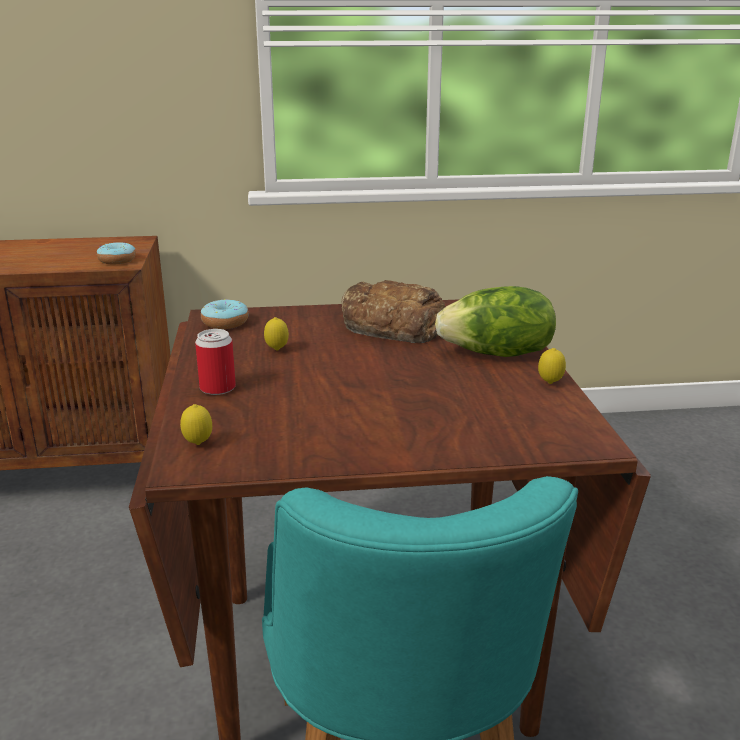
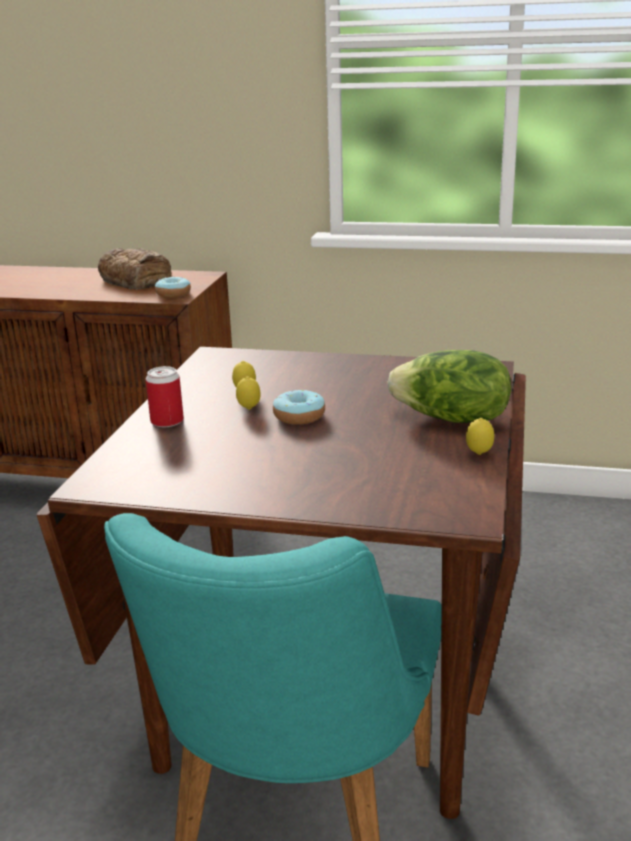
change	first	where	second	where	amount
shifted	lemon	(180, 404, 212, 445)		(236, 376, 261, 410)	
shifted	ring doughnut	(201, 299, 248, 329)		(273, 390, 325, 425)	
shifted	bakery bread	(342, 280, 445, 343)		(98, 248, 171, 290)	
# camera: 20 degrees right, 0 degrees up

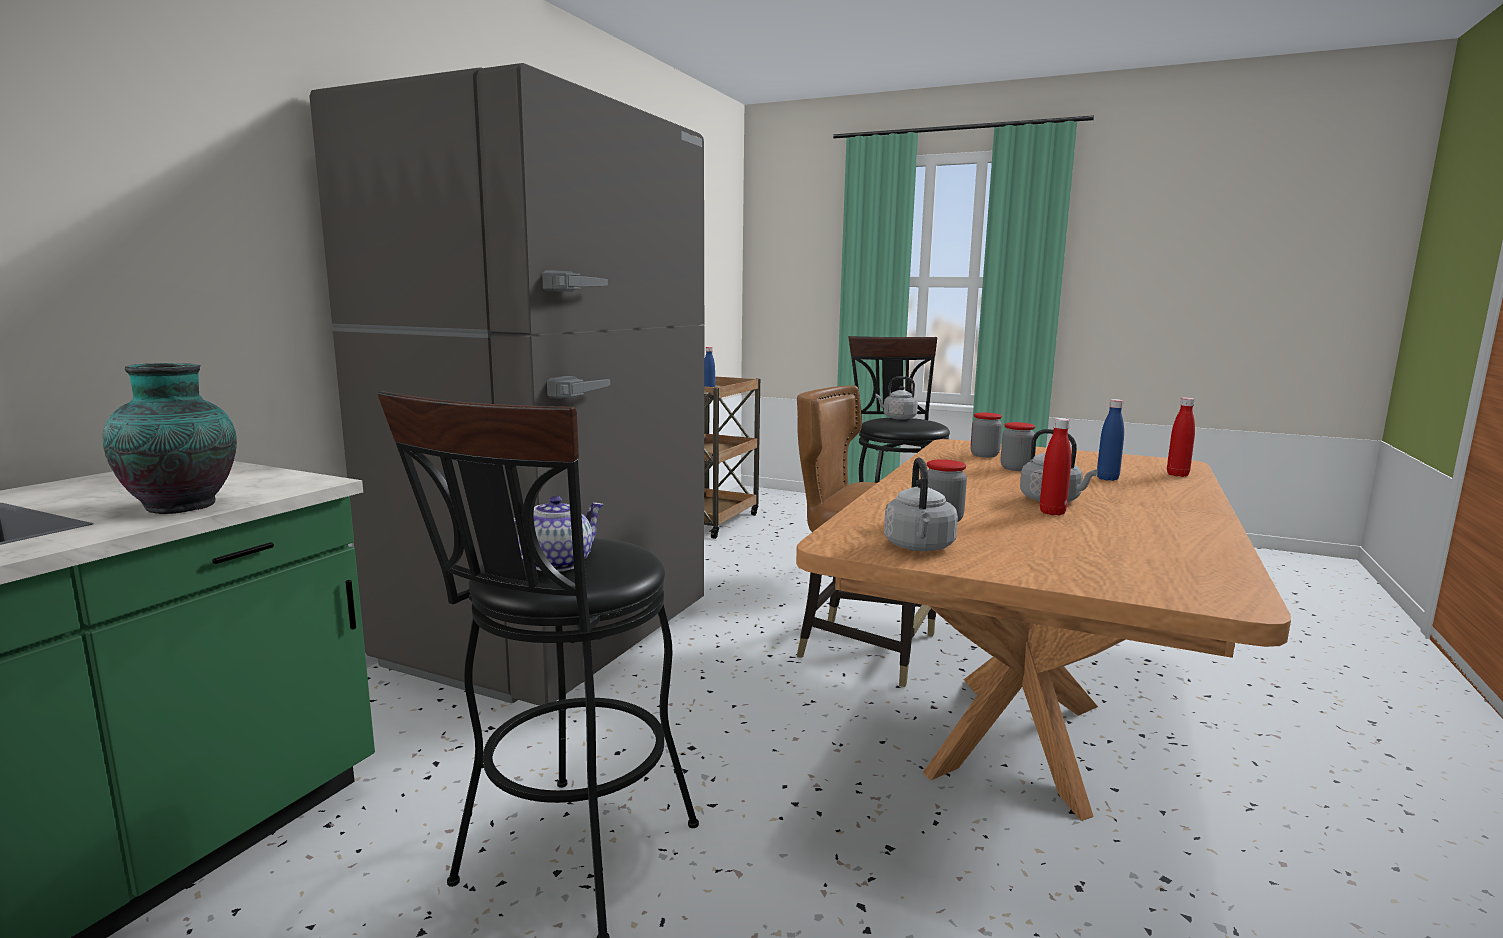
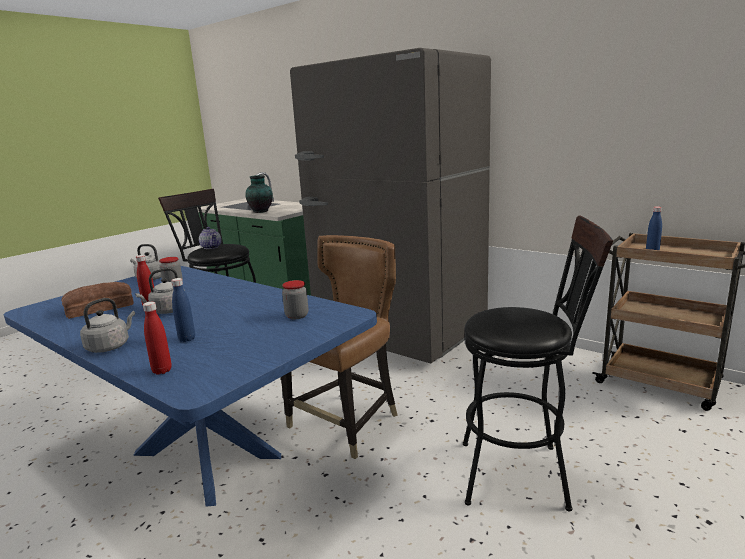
change	first	where	second	where	amount
repainted	brown-coloured dining table	(796, 439, 1291, 821)	blue dining table	(4, 266, 377, 507)	
shifted	greyish kettle	(875, 377, 918, 420)		(80, 298, 135, 353)	
gone	jar	(1001, 422, 1035, 471)			
new			bakery bread	(62, 282, 134, 319)	
# camera: 105 degrees right, 5 degrees up

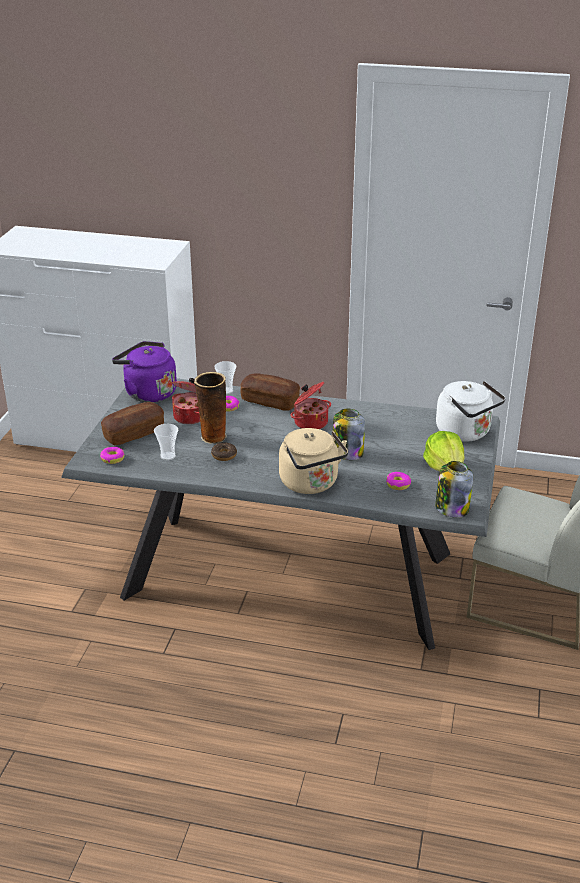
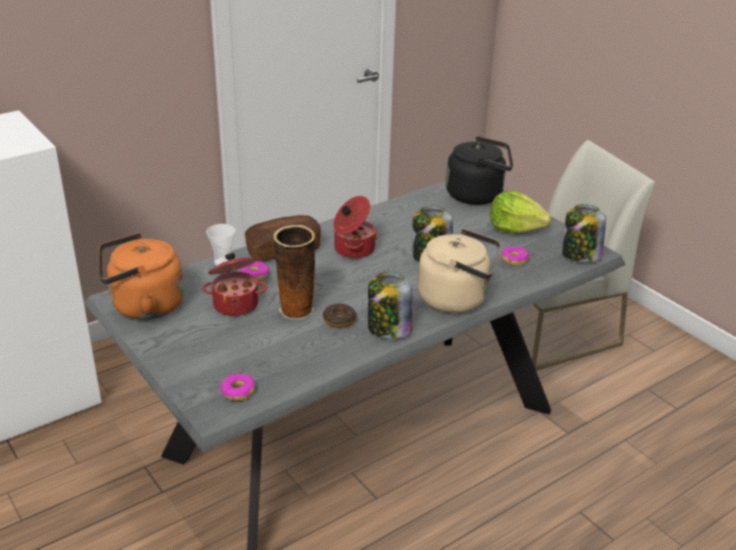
change	first	where	second	where	amount
gone	bakery bread	(101, 402, 164, 445)			
repainted	purple-coloured kettle	(112, 341, 177, 402)	orangey kettle	(99, 233, 184, 320)	
gone	cup	(154, 424, 178, 460)			
repainted	white kettle	(436, 381, 506, 442)	black kettle	(446, 136, 513, 205)	
new			jar	(368, 272, 413, 339)	
# camera: 50 degrees left, 0 degrees up

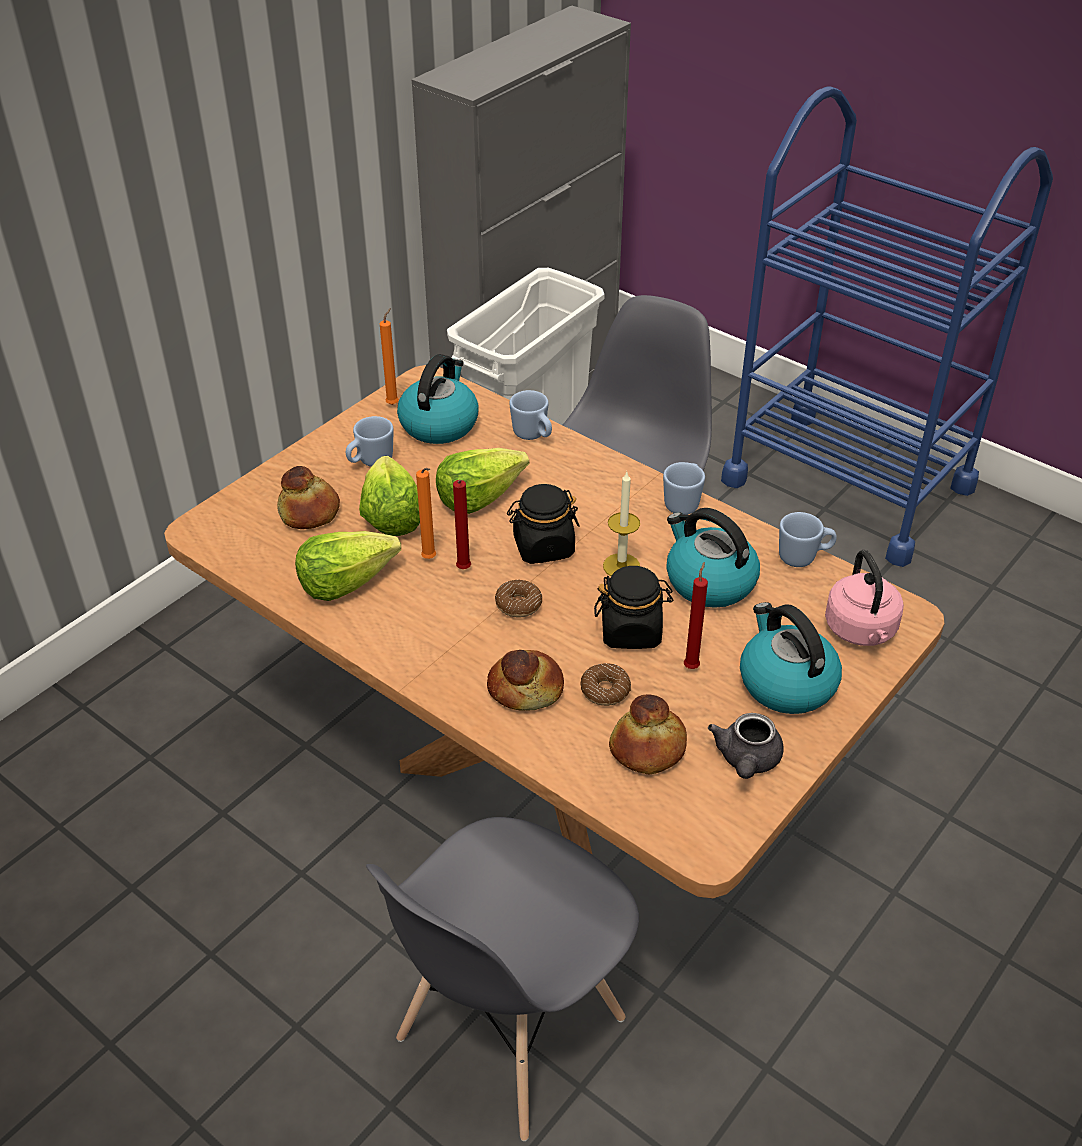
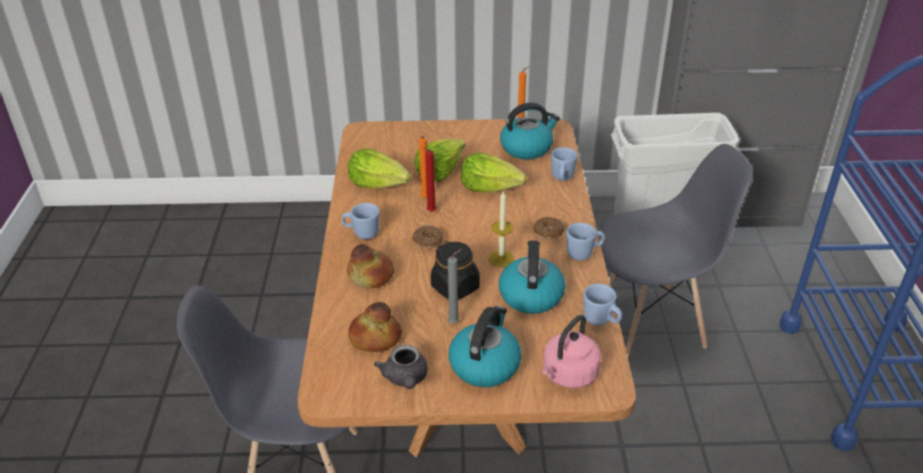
change	first	where	second	where	amount
gone	bakery bread	(277, 466, 340, 529)			
shifted	blue coffee mug	(346, 416, 394, 467)		(341, 203, 380, 240)	
gone	black jar	(507, 484, 580, 564)			
shifted	ring doughnut	(580, 663, 631, 706)		(534, 217, 564, 240)	
repainted	reddish candle	(684, 562, 708, 669)	greyish candle	(448, 249, 462, 323)	
rotated	greyish tea pot	(708, 713, 784, 779)		(374, 345, 428, 389)	75 degrees counterclockwise
# camera: 50 degrees right, 5 degrees down

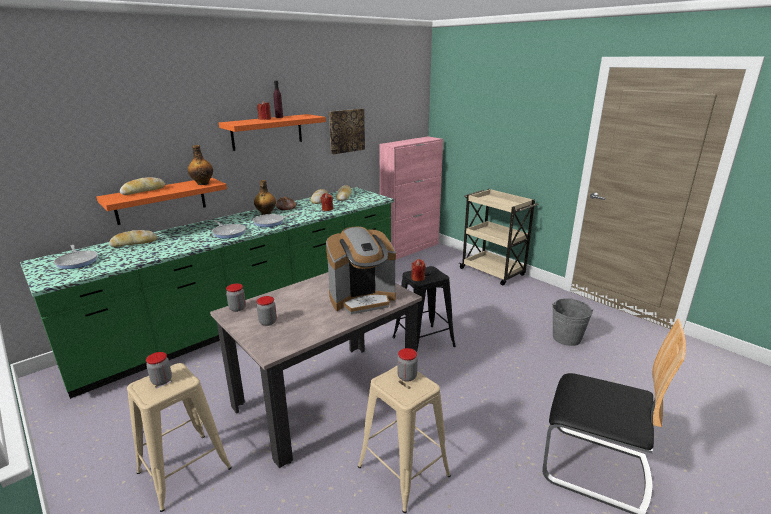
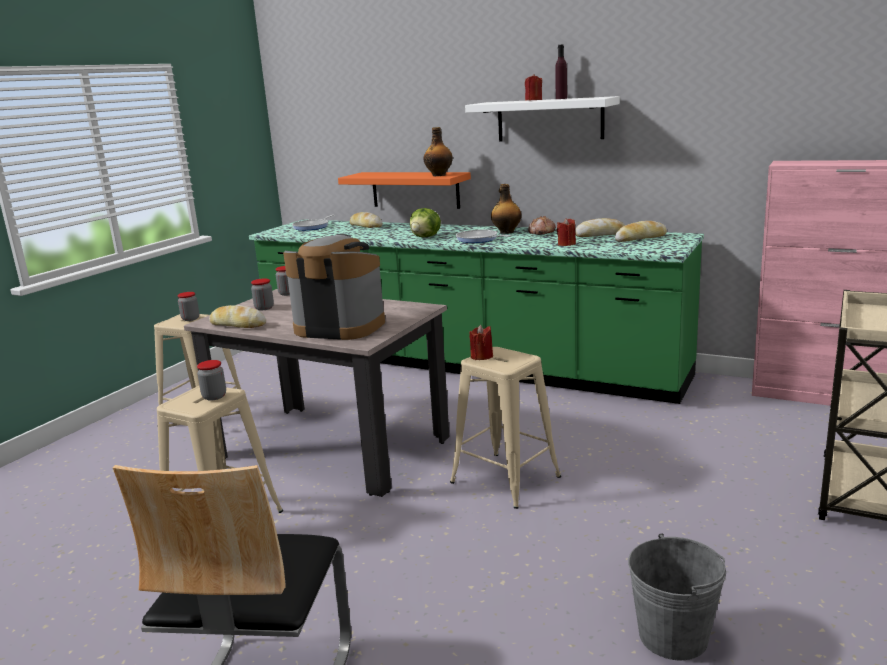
change	first	where	second	where	amount
shifted	bakery bread	(120, 177, 165, 195)		(209, 305, 266, 328)	
swapped	frying pan	(212, 220, 246, 238)	lettuce	(410, 208, 441, 237)	
repainted	orangey bracket shelf	(219, 114, 326, 151)	white bracket shelf	(465, 96, 620, 141)	
rotated	coffee machine	(326, 227, 396, 314)		(283, 234, 385, 340)	150 degrees clockwise
gone	wall art	(329, 109, 365, 155)			
repainted	black stool	(392, 266, 456, 352)	beige-coloured stool	(450, 347, 561, 509)	
# camera: 70 degrees right, 5 degrees down

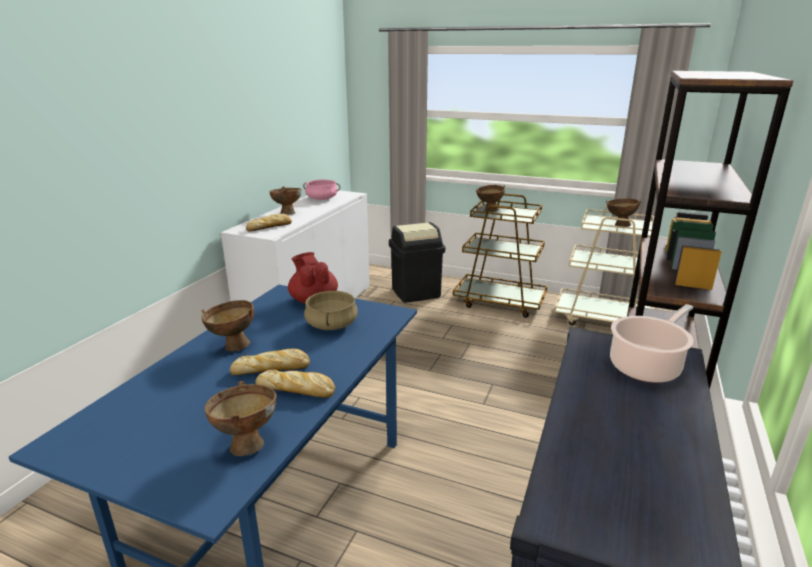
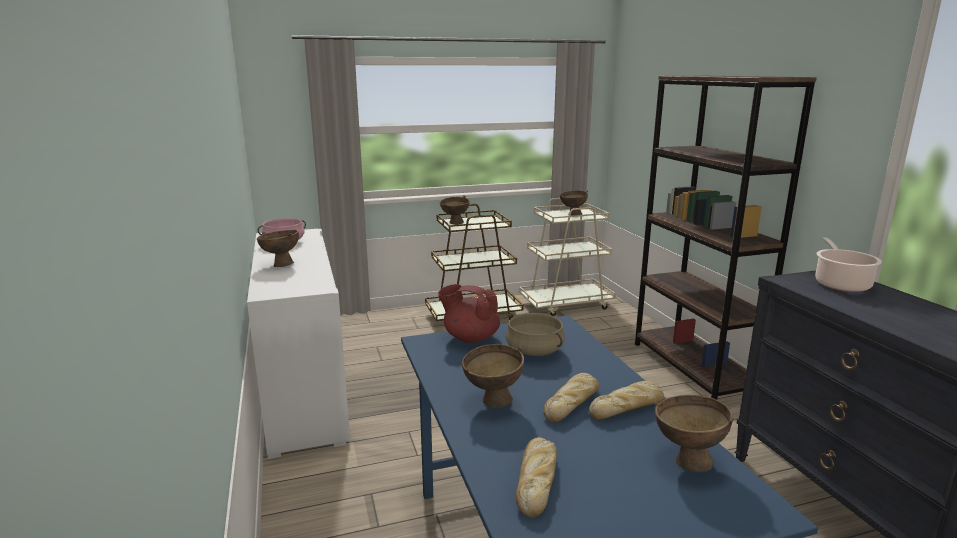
change	first	where	second	where	amount
shifted	bakery bread	(246, 214, 292, 232)		(516, 437, 557, 517)	
gone	black rubbish bin	(389, 222, 445, 303)			
# camera: 40 degrees left, 5 degrees down

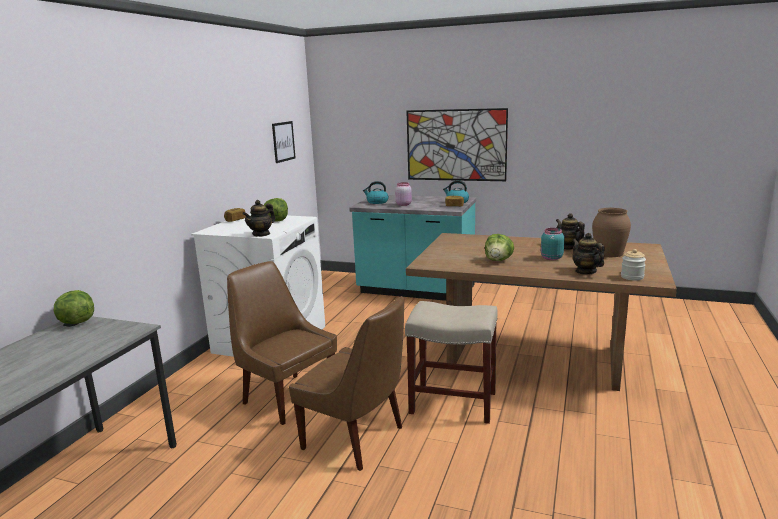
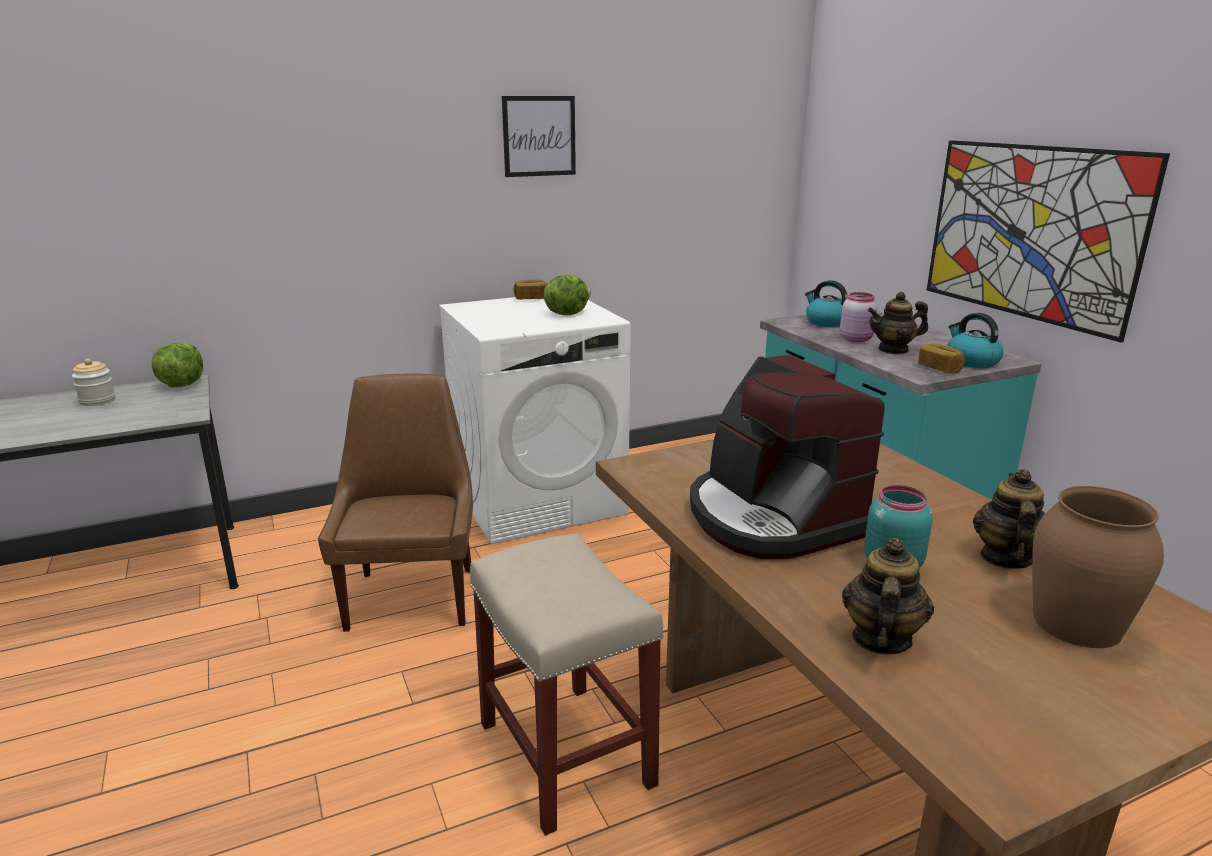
change	first	where	second	where	amount
shifted	tea pot	(243, 200, 275, 237)		(868, 292, 928, 354)	
shifted	wall art	(272, 121, 296, 163)		(502, 96, 576, 177)	
gone	brown-coloured chair	(289, 296, 404, 471)			
swapped	lettuce	(485, 234, 514, 261)	coffee machine	(690, 355, 885, 559)	
shifted	jar	(621, 249, 646, 281)		(72, 359, 116, 406)	
# camera: 45 degrees right, 5 degrees up

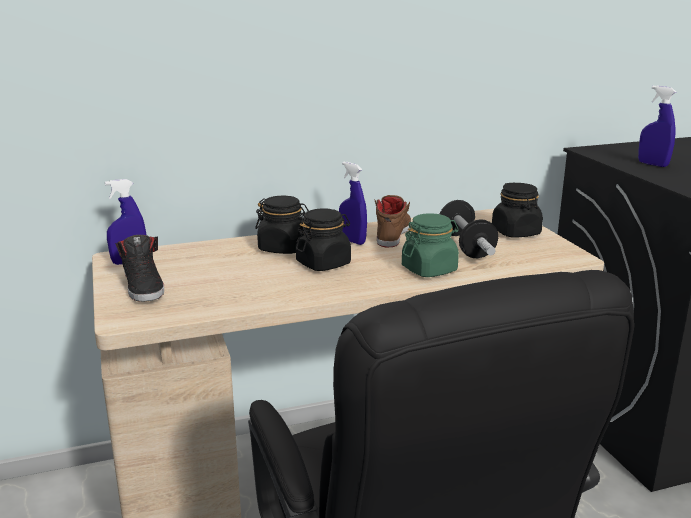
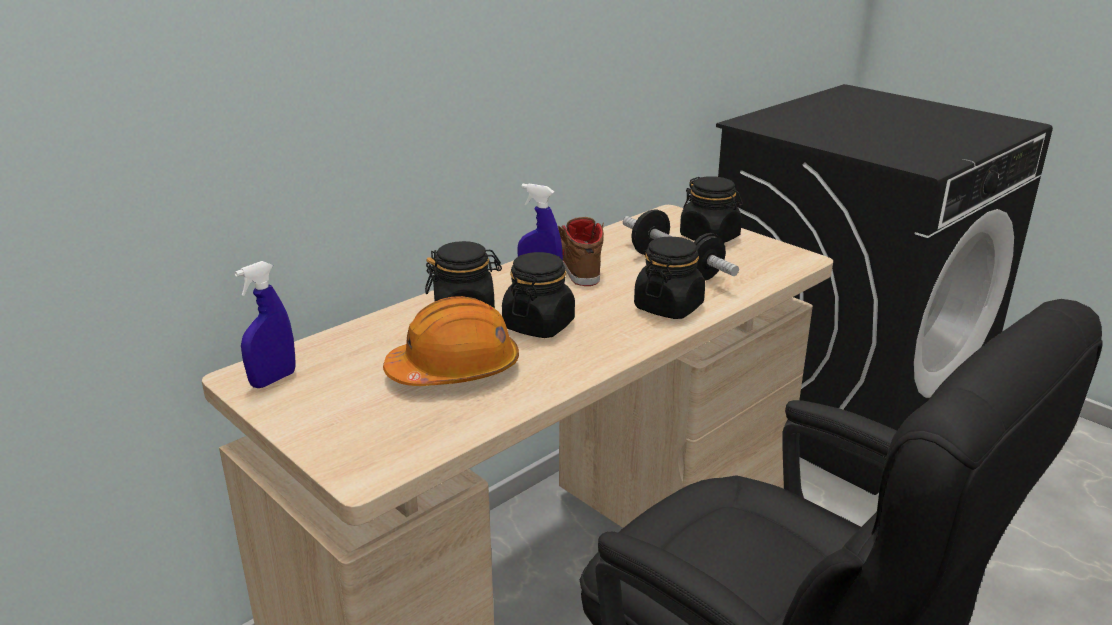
change	first	where	second	where	amount
gone	black low shoe	(115, 235, 164, 302)			
repainted	green jar	(402, 213, 459, 277)	black jar	(634, 236, 705, 319)	
gone	blue sprayer	(638, 85, 676, 167)			
new			orangey work helmet	(383, 296, 519, 386)	
# camera: 25 degrees left, 5 degrees up

